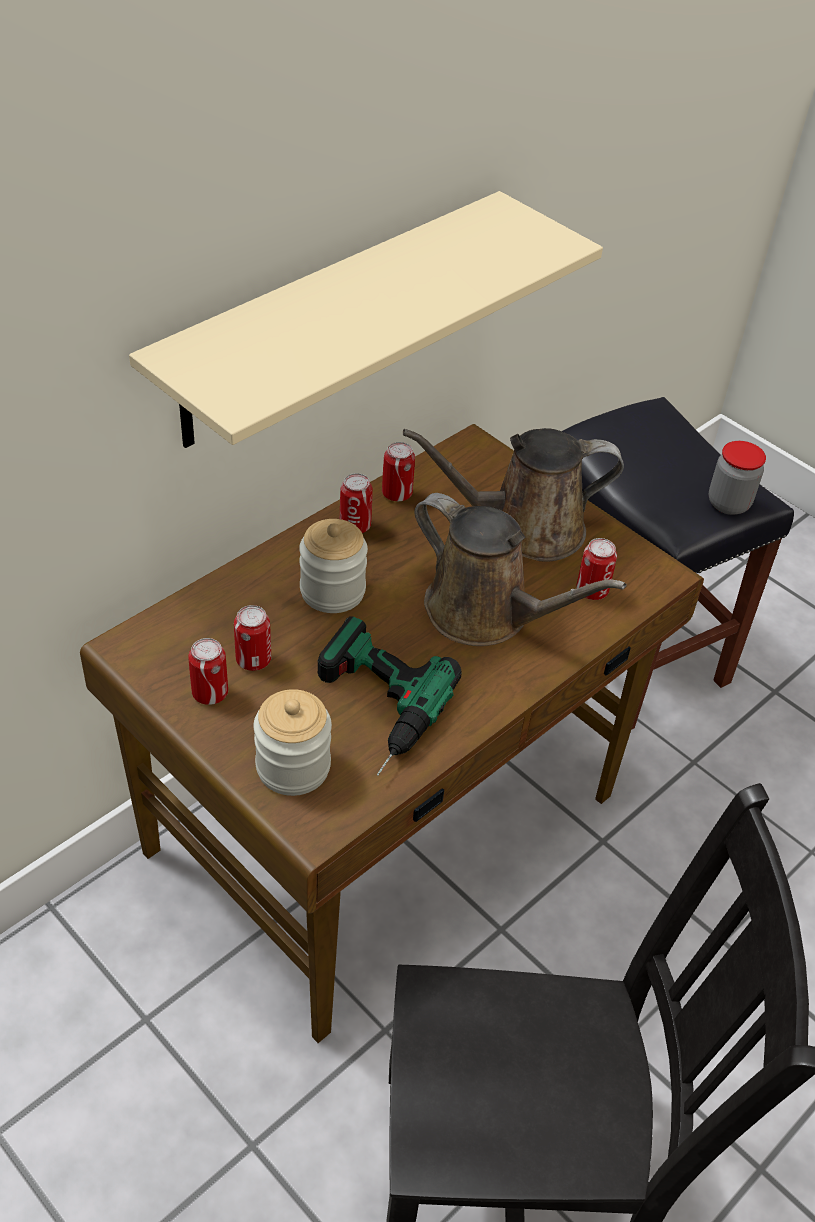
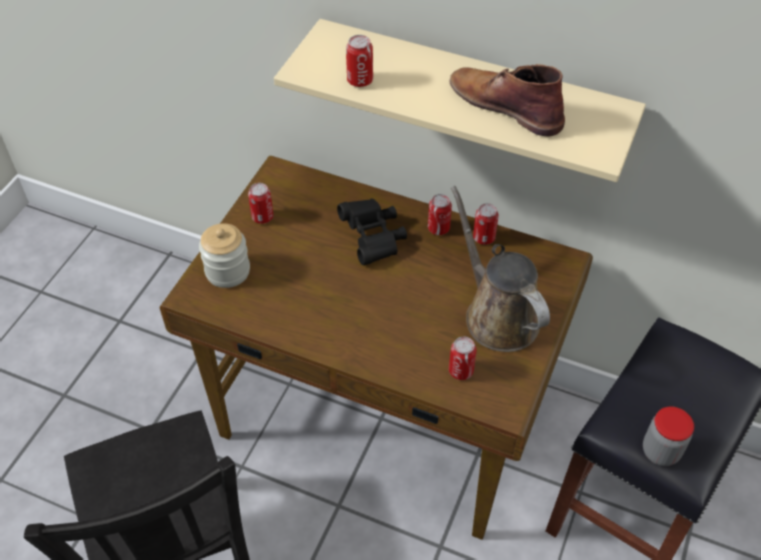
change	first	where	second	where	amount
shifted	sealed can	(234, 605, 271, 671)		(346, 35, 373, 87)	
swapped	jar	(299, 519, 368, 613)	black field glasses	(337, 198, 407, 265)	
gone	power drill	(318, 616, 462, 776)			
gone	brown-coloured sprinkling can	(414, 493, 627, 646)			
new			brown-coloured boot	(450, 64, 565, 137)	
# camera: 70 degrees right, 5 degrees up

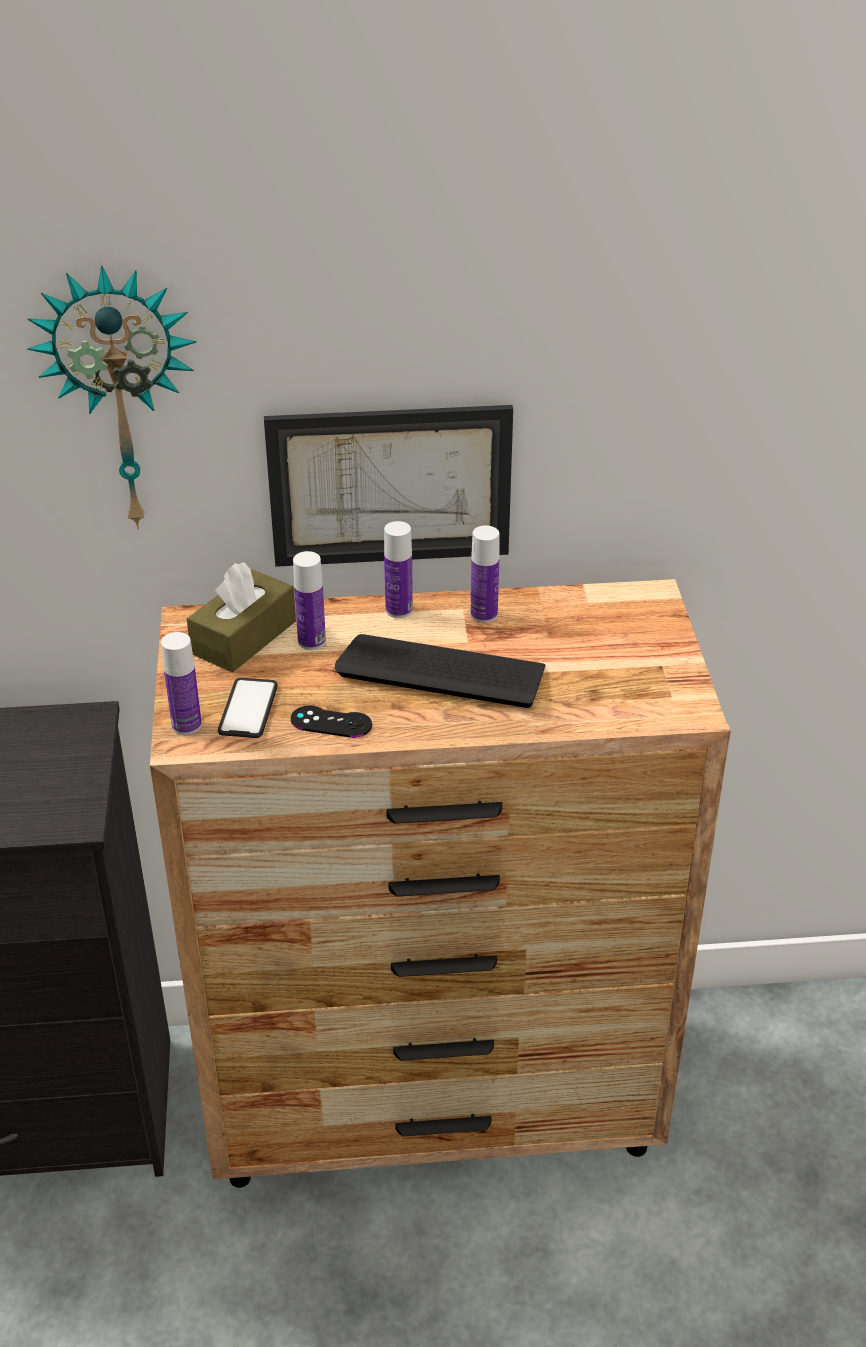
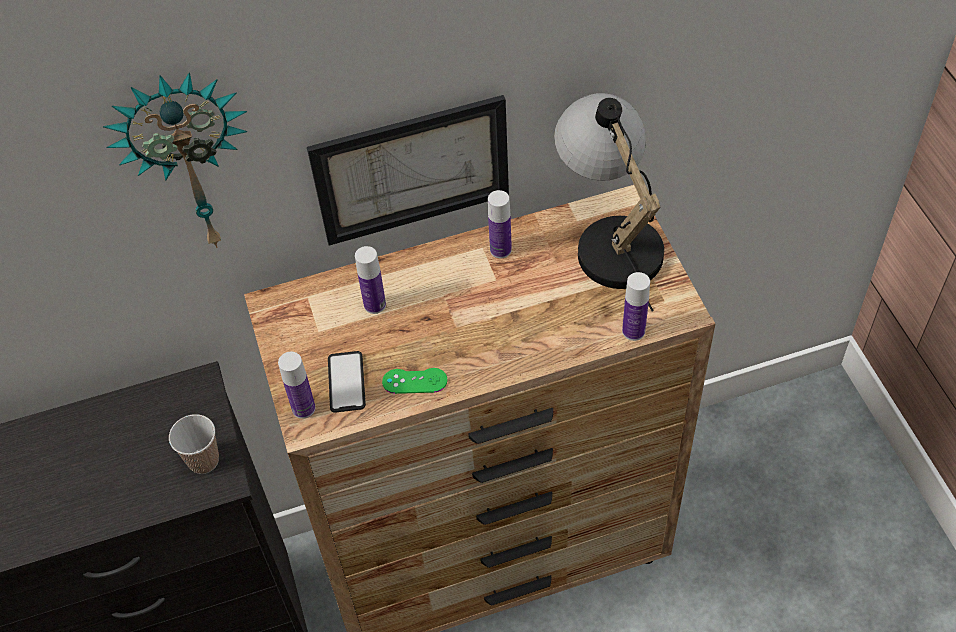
change	first	where	second	where	amount
gone	brown-coloured box of tissues	(187, 562, 296, 673)			
repainted	black joypad	(291, 705, 372, 738)	green joypad	(382, 368, 447, 394)	
gone	keyboard	(335, 634, 546, 708)			
shifted	drink bottle	(384, 521, 413, 618)		(622, 272, 650, 341)	
new			cup	(169, 414, 219, 474)	
new			lamp for a table	(554, 93, 664, 312)	
# camera: 10 degrees left, 15 degrees up

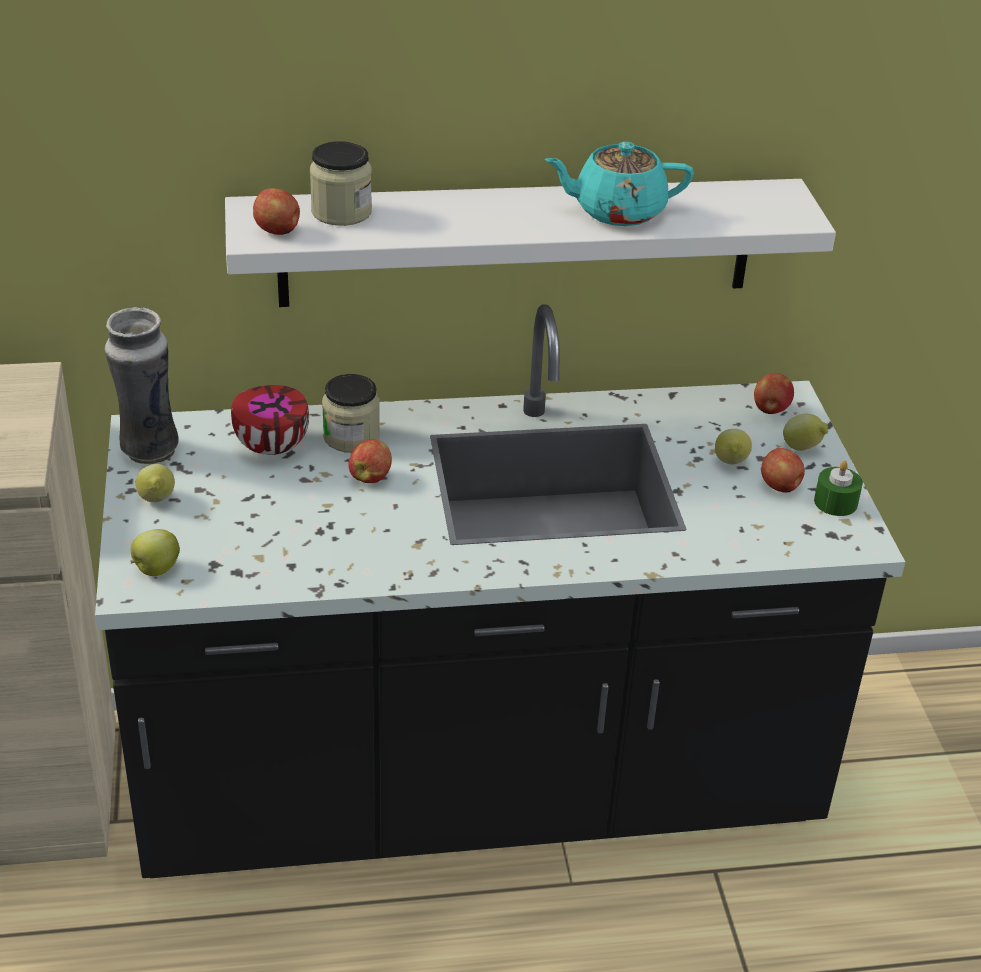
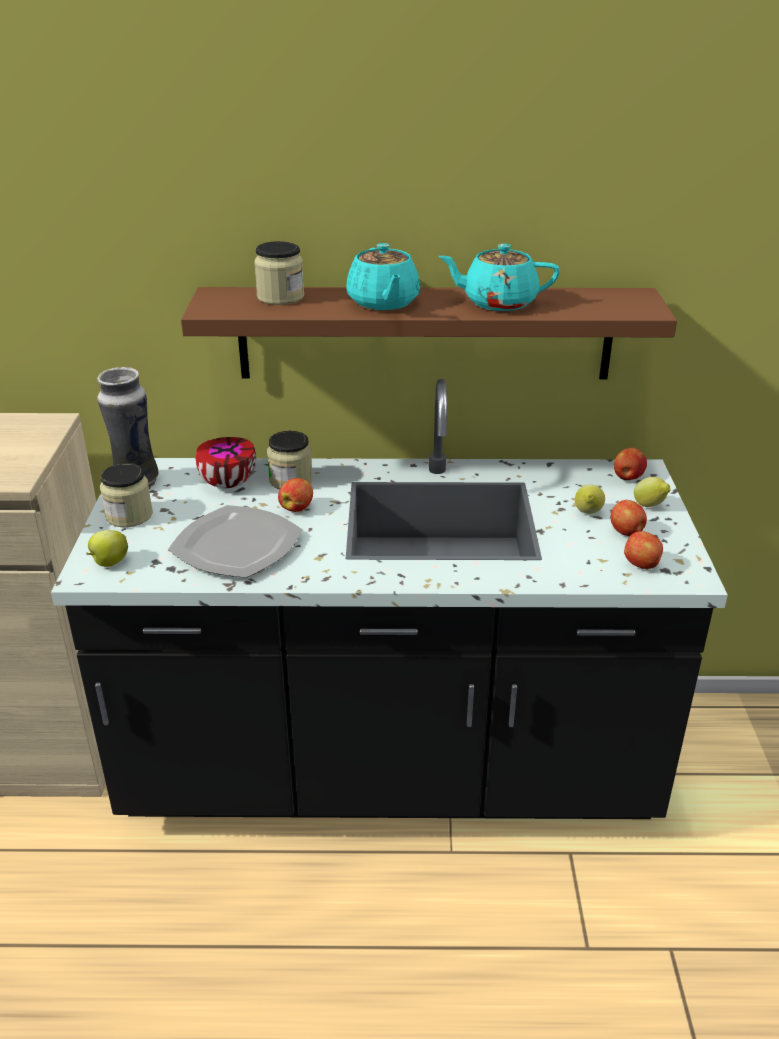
change	first	where	second	where	amount
swapped	lemon	(136, 464, 175, 502)	jar	(100, 463, 153, 527)	
repainted	white bracket shelf	(225, 179, 836, 307)	brown-coloured bracket shelf	(181, 287, 677, 380)	
shifted	apple fruit	(253, 188, 300, 235)		(624, 531, 663, 569)	
gone	green candle	(814, 460, 863, 516)			
new			plate	(168, 505, 303, 578)	
new			turquoise-coloured tea pot	(346, 243, 420, 310)	
# camera: 10 degrees right, 5 degrees down

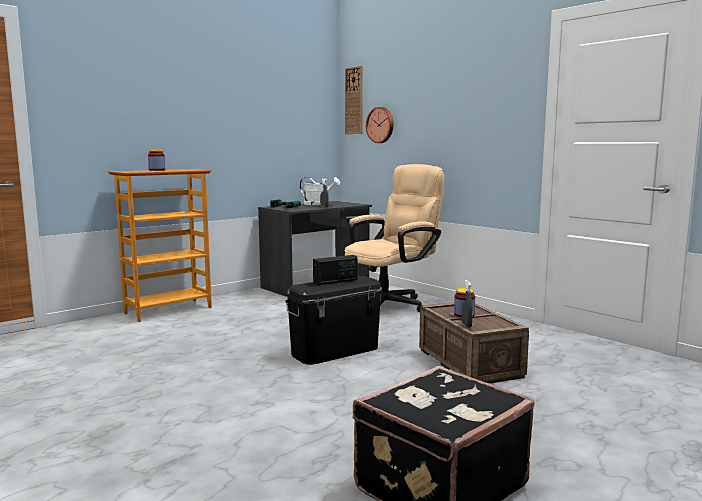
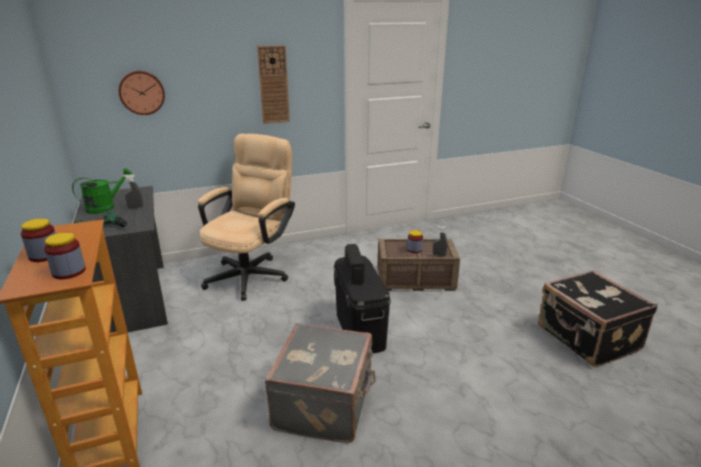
change	first	where	second	where	amount
repainted	white sprinkling can	(299, 177, 340, 205)	green sprinkling can	(72, 168, 133, 214)	
shifted	hanging clock	(345, 66, 363, 134)		(257, 45, 290, 124)	
rotated	beige-coloured office chair	(345, 164, 445, 312)		(198, 134, 295, 301)	45 degrees clockwise
new			jar	(44, 233, 86, 279)	
new			greyish suitcase	(265, 323, 376, 443)	
# camera: 70 degrees left, 15 degrees up

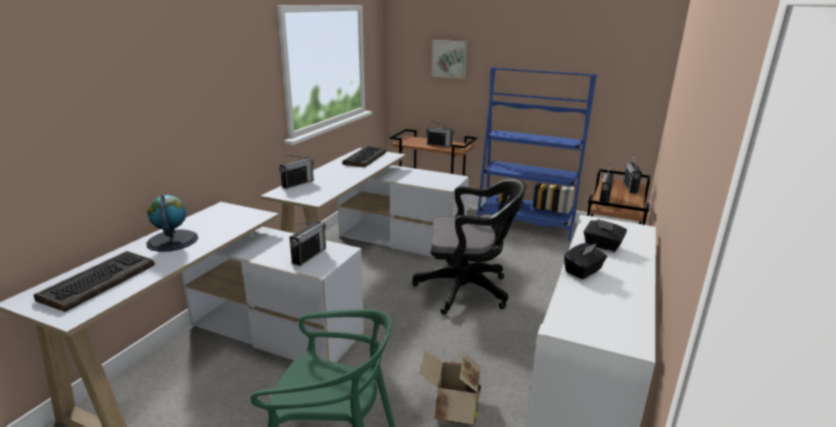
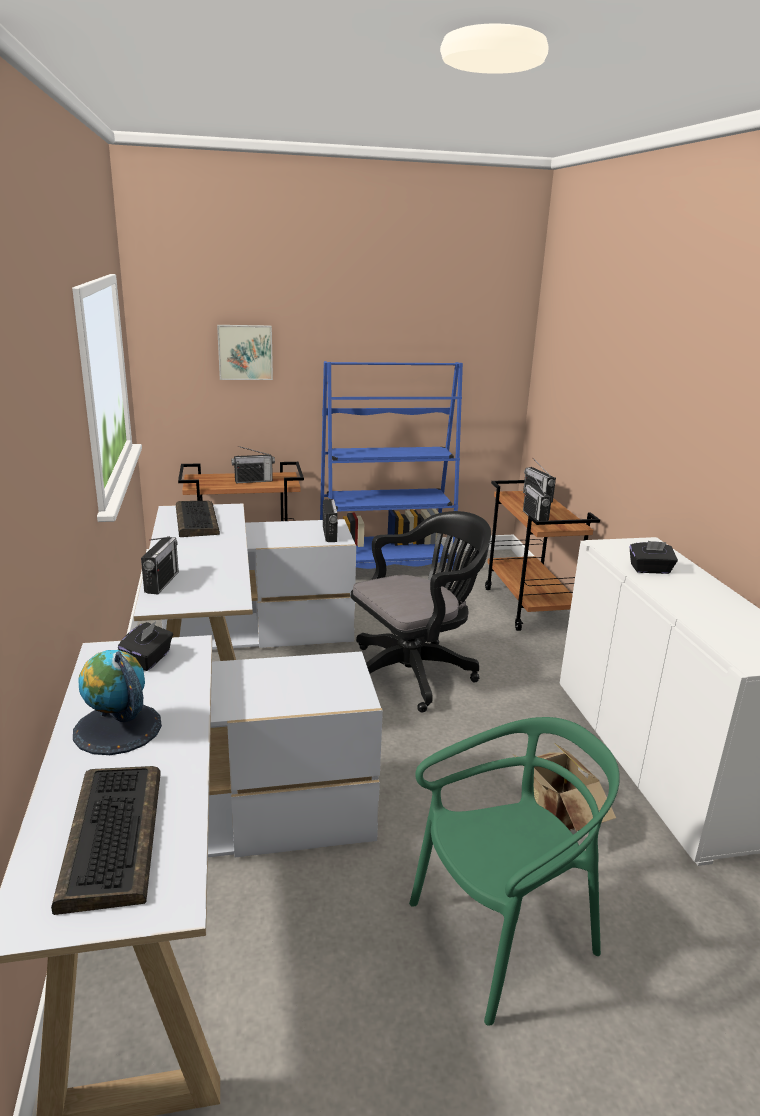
change	first	where	second	where	amount
shifted	radio	(289, 221, 326, 266)		(323, 498, 338, 542)	
shifted	black box of tissues	(564, 243, 607, 279)		(118, 621, 173, 671)	
# camera: 35 degrees left, 0 degrees up

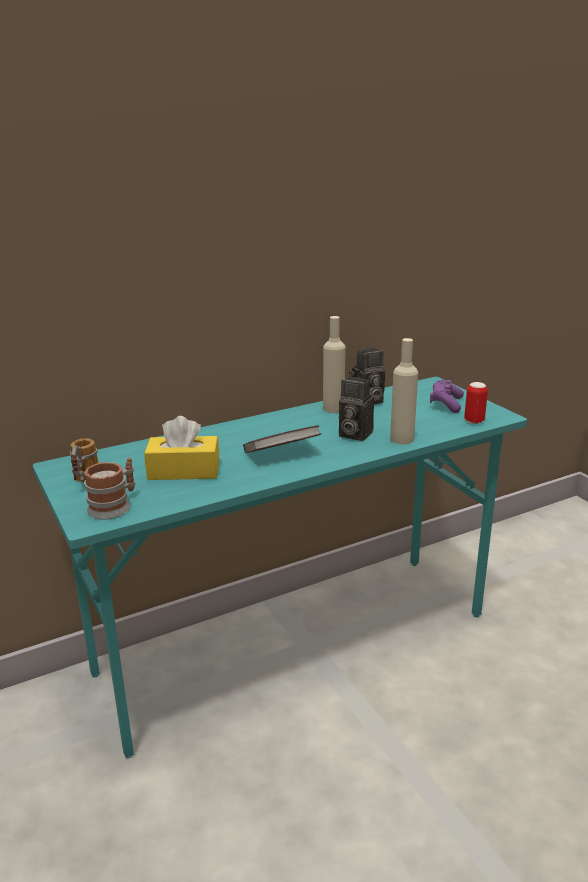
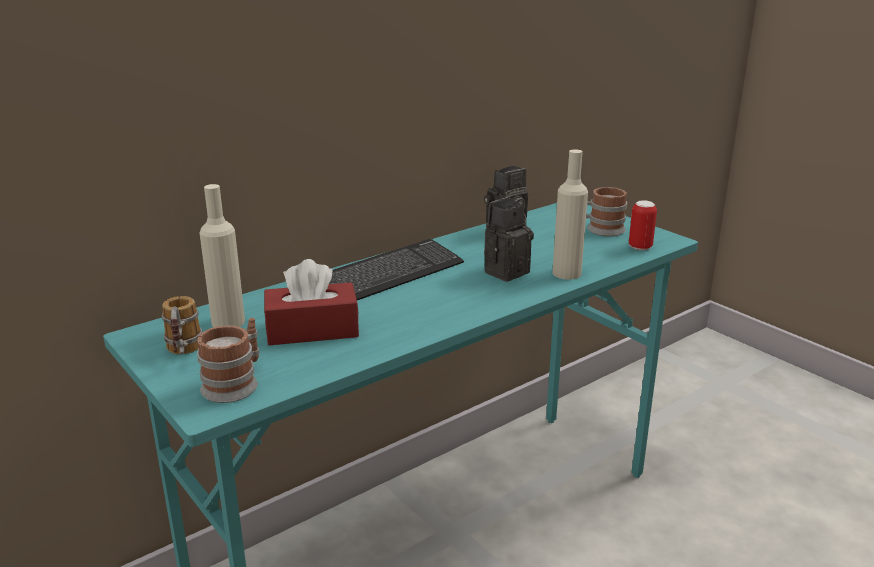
change	first	where	second	where	amount
repainted	yellow box of tissues	(144, 416, 219, 480)	reddish box of tissues	(264, 259, 359, 345)	
gone	volume	(243, 425, 321, 453)			
shifted	beige-coloured drink bottle	(323, 316, 346, 413)		(199, 184, 245, 327)	
rotated	still camera	(339, 377, 374, 441)		(484, 196, 534, 282)	120 degrees clockwise
swapped	purple-coloured joypad	(430, 380, 464, 413)	coffee mug	(586, 187, 627, 236)	
new			keyboard	(329, 239, 464, 300)	
# camera: 10 degrees left, 0 degrees up

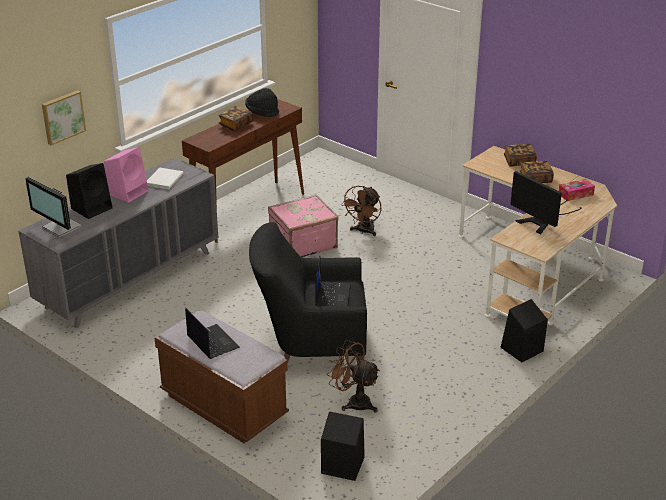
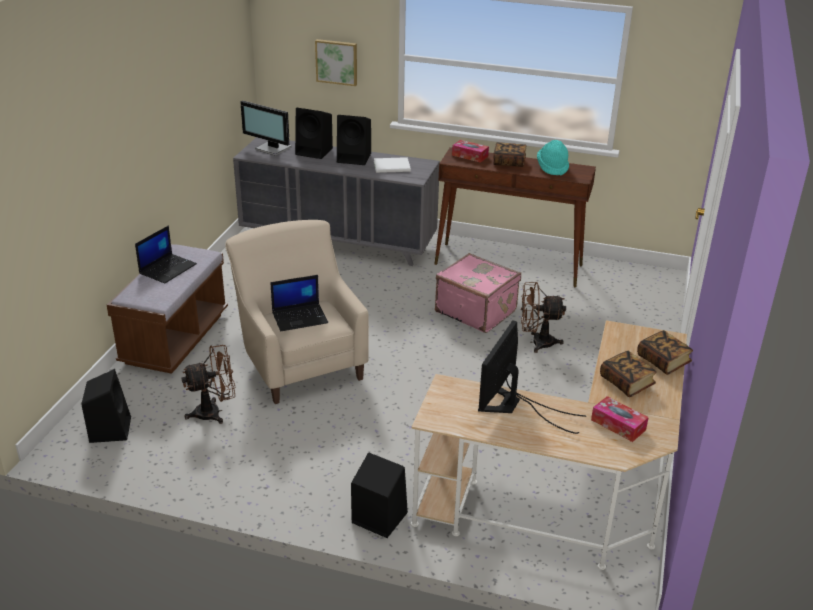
change	first	where	second	where	amount
rotated	monitor	(25, 177, 82, 238)		(240, 101, 292, 156)	75 degrees counterclockwise
repainted	pink loudspeaker	(104, 147, 149, 203)	black loudspeaker	(337, 115, 371, 165)	
repainted	black hat	(245, 88, 279, 117)	turquoise-coloured hat	(537, 140, 569, 175)	
repainted	black lounge chair	(249, 222, 367, 363)	beige-coloured lounge chair	(225, 220, 369, 404)	
rotated	brown-coloured electric fan	(327, 340, 380, 413)		(181, 345, 235, 424)	60 degrees clockwise
new			box of tissues	(452, 140, 489, 163)	
# camera: 65 degrees right, 0 degrees up

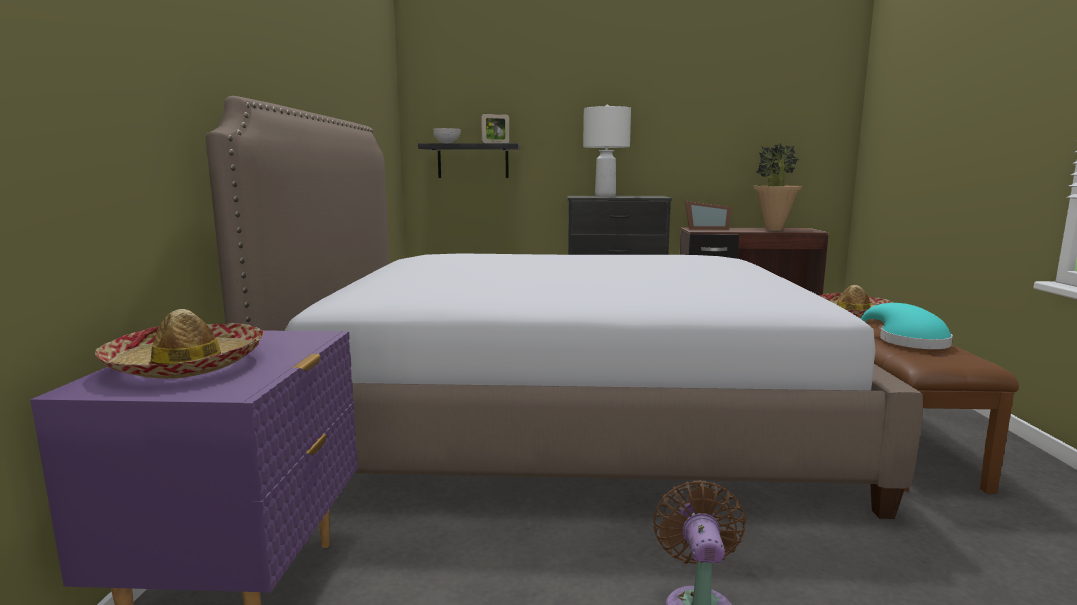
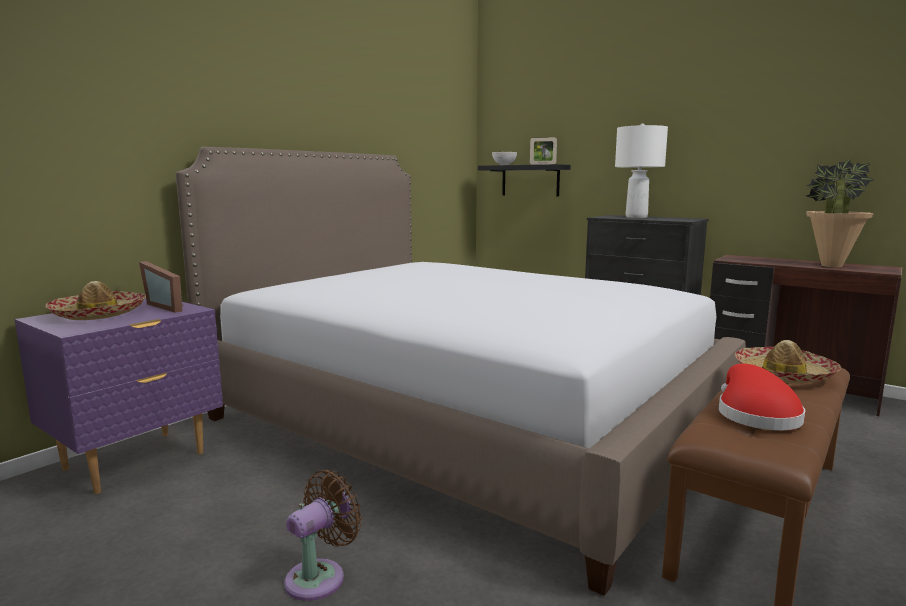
change	first	where	second	where	amount
shifted	photo frame	(685, 201, 732, 230)		(139, 261, 183, 313)	
repainted	turquoise-coloured hat	(861, 303, 953, 349)	reddish hat	(719, 363, 805, 430)	
# camera: 35 degrees right, 0 degrees up

